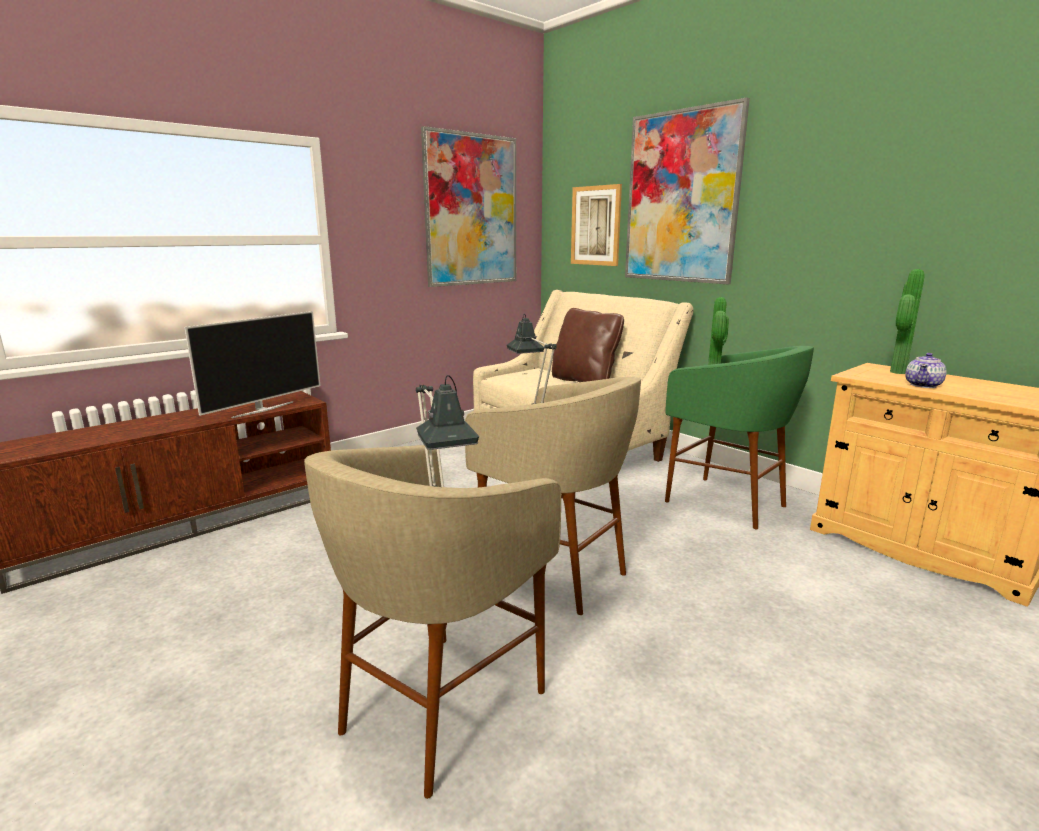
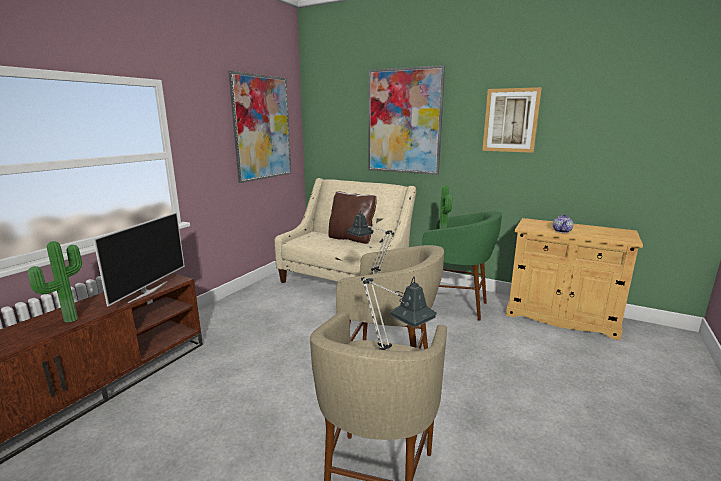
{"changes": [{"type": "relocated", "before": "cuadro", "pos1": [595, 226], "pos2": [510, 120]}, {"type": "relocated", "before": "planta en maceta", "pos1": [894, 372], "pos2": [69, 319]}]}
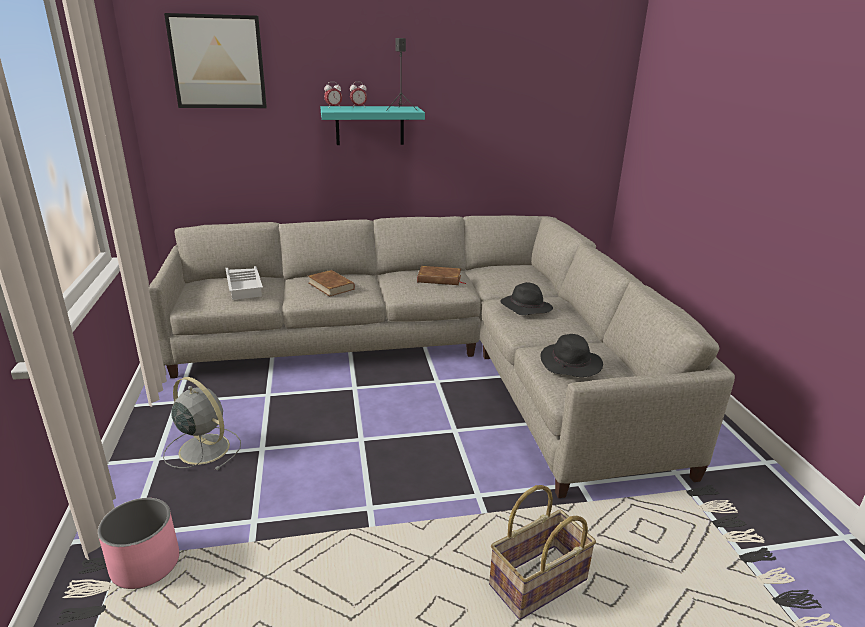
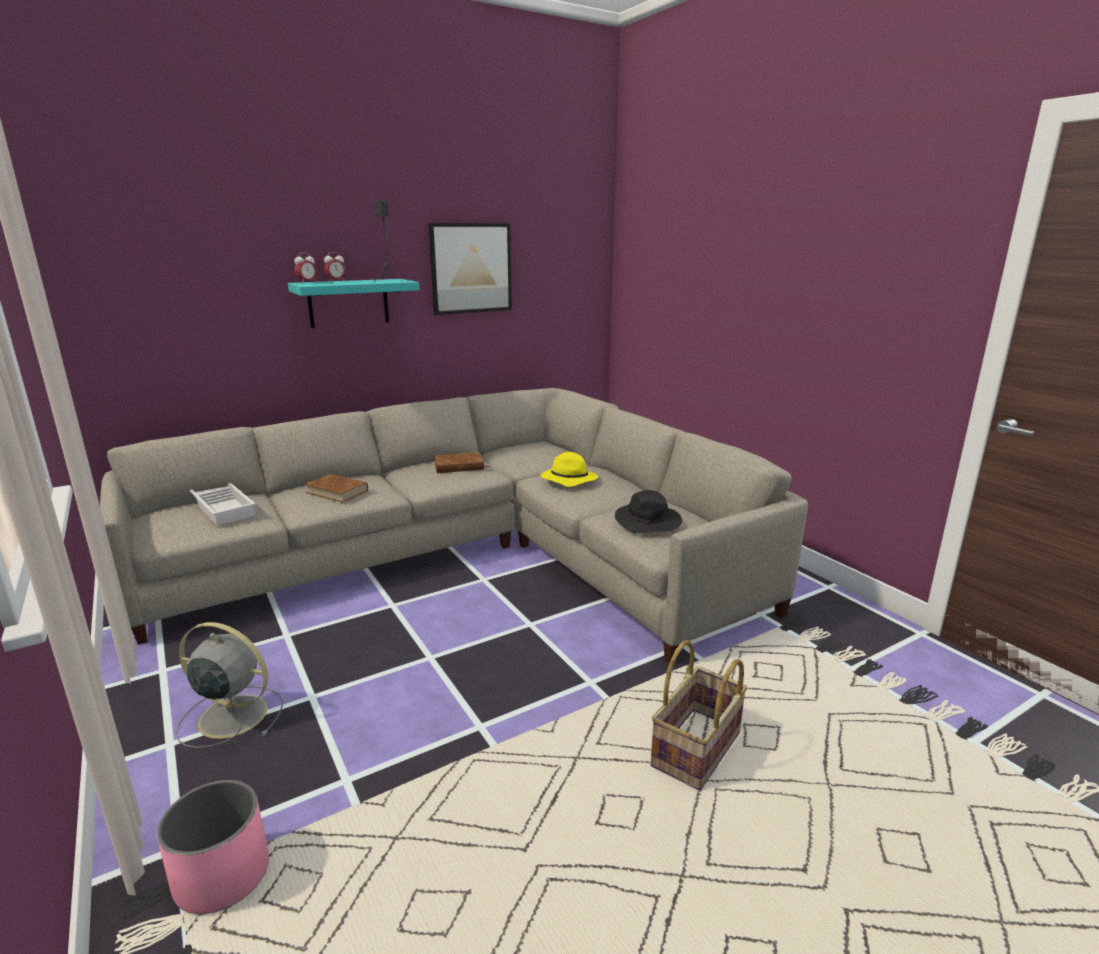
{"changes": [{"type": "relocated", "before": "cuadro", "pos1": [218, 62], "pos2": [471, 268]}, {"type": "colour", "before": "sombrero (negro)", "after": "sombrero (amarillo)", "pos1": [525, 308], "pos2": [568, 480]}]}
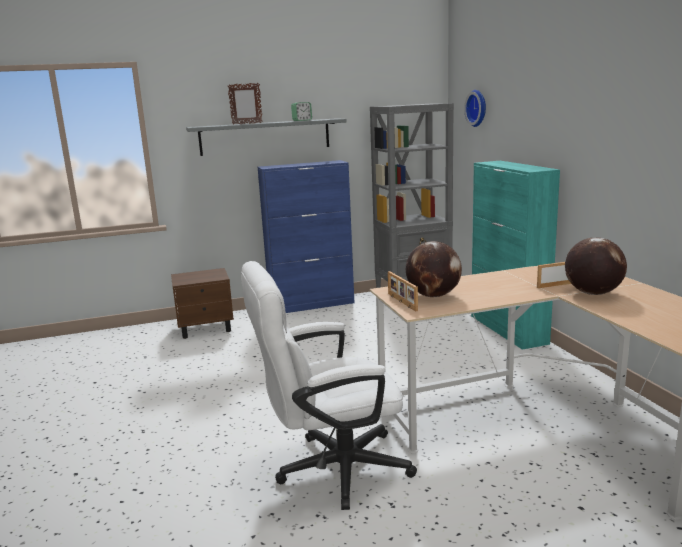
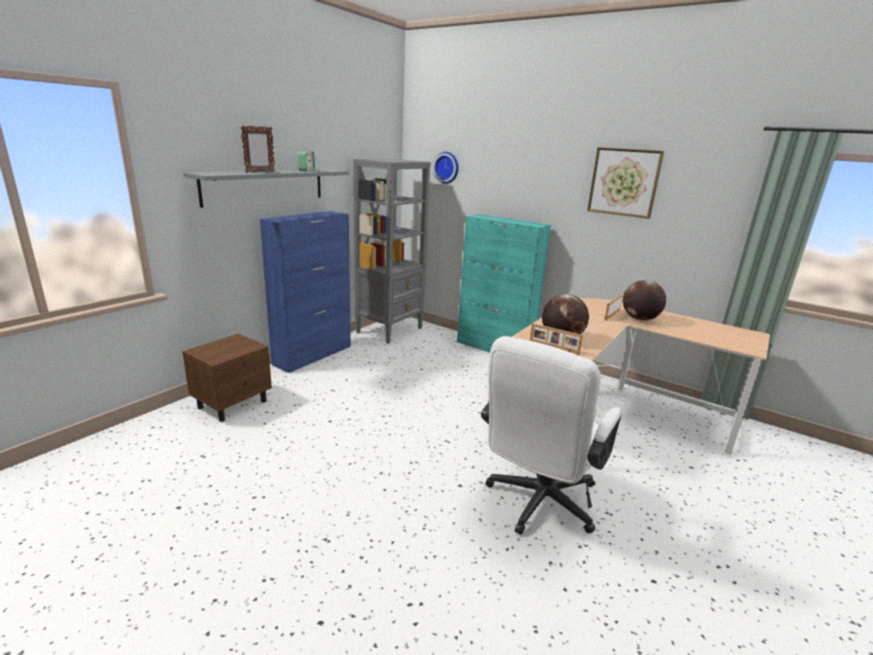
{"changes": [{"type": "appeared", "after": "cuadro", "pos2": [624, 182]}]}
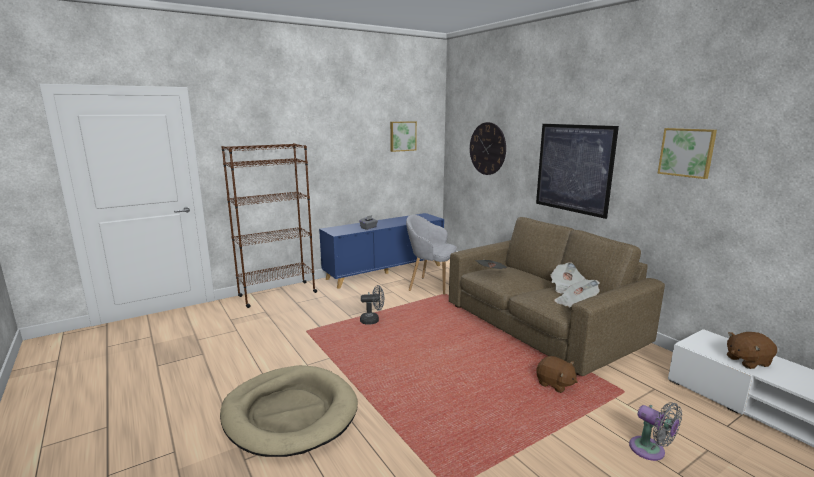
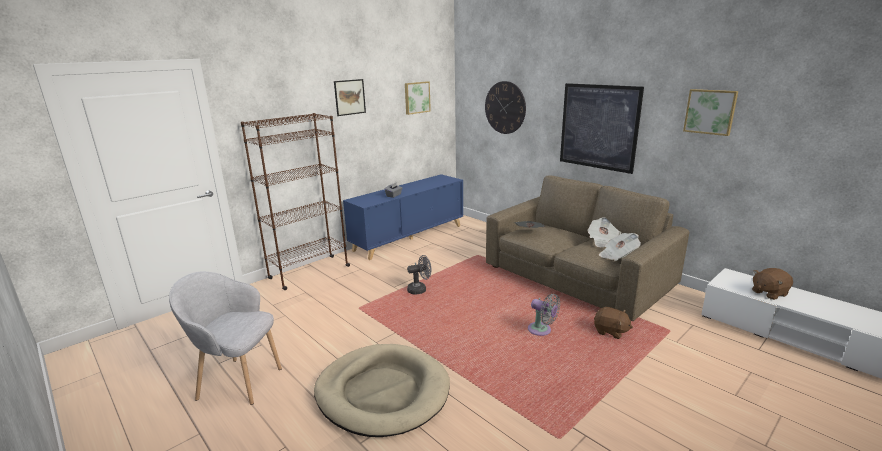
{"changes": [{"type": "relocated", "before": "sillón (gris)", "pos1": [430, 286], "pos2": [238, 381]}, {"type": "relocated", "before": "ventilador (gris)", "pos1": [650, 451], "pos2": [541, 330]}, {"type": "appeared", "after": "cuadro", "pos2": [349, 97]}]}
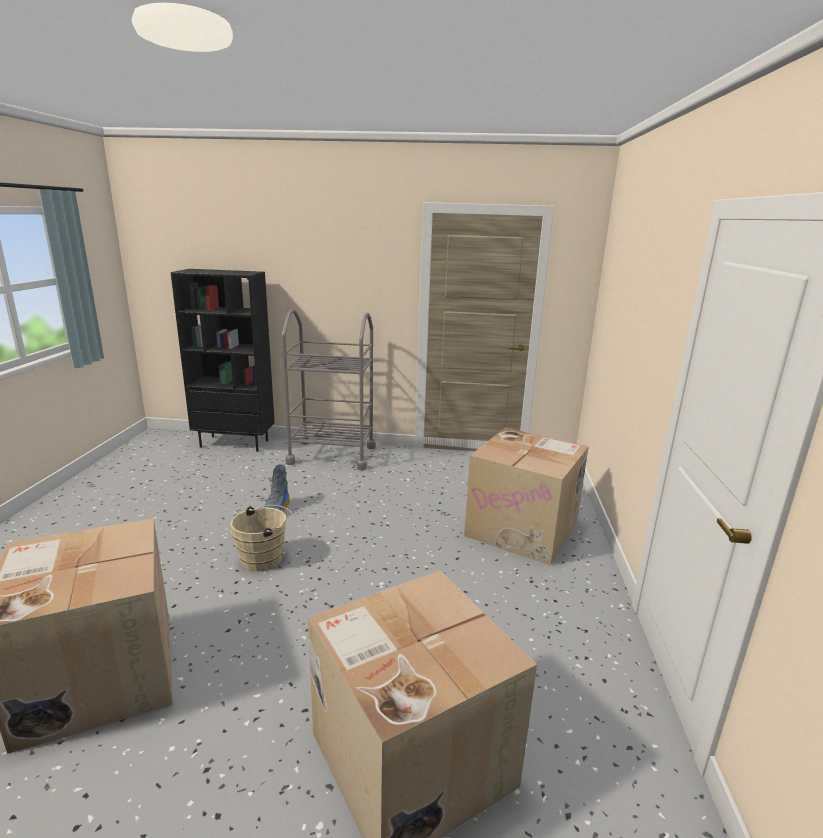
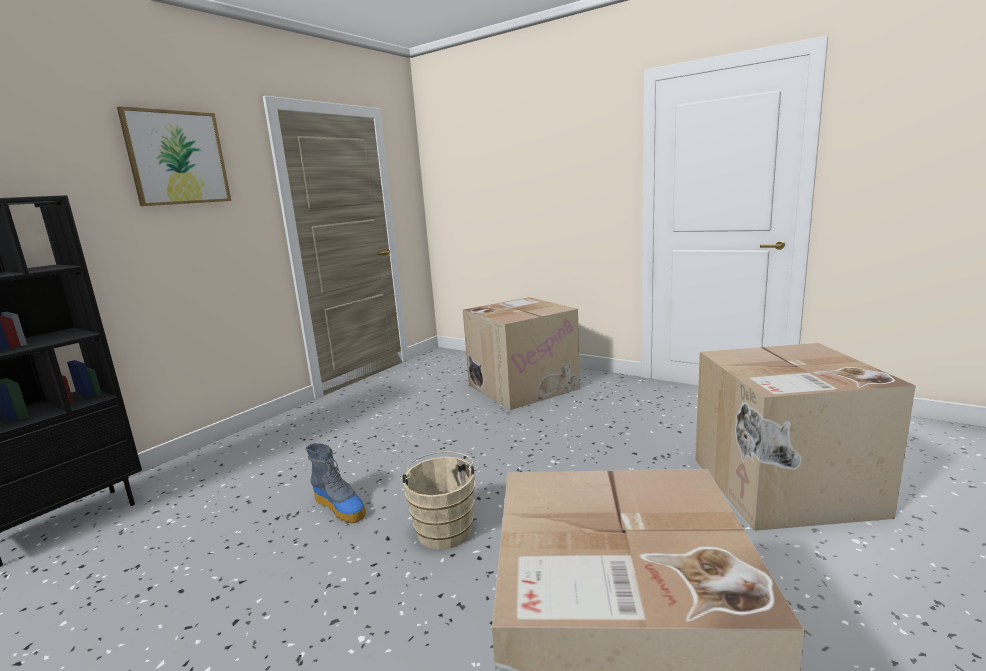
{"changes": [{"type": "missing", "before": "carrito (gris)", "pos1": [332, 455]}, {"type": "appeared", "after": "cuadro", "pos2": [177, 158]}]}
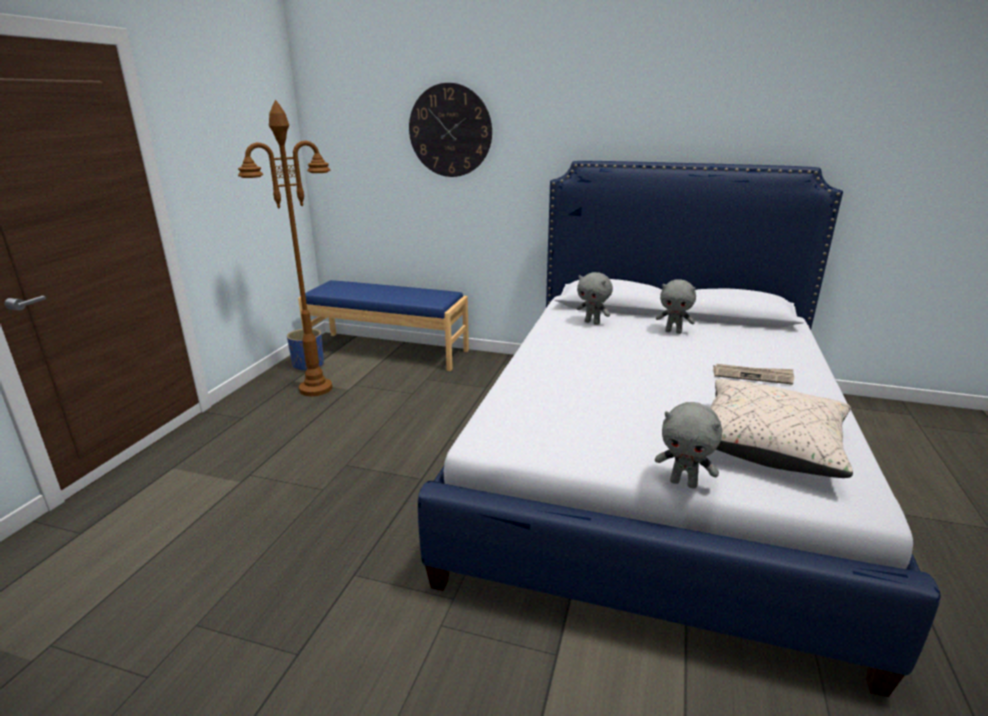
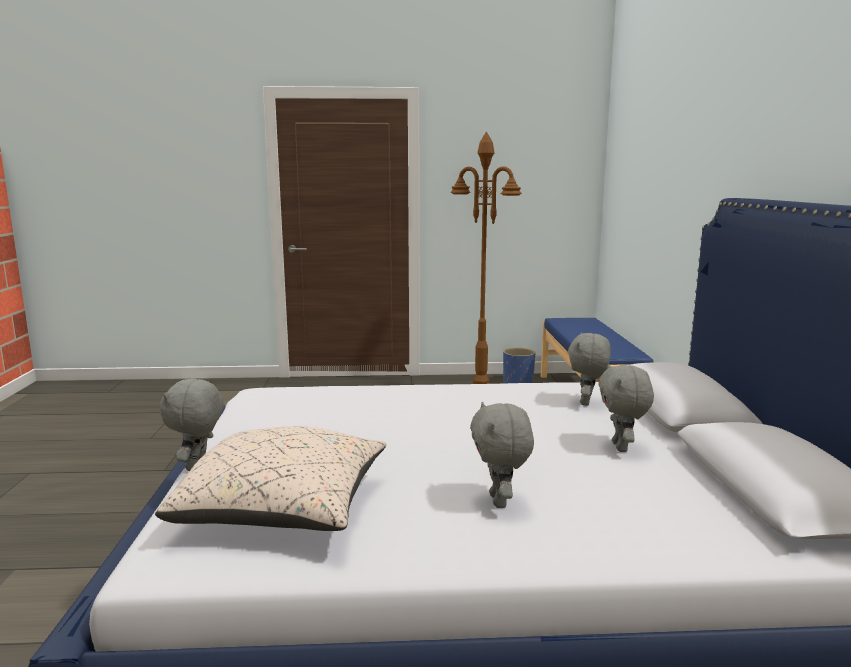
{"changes": [{"type": "missing", "before": "reloj de pared", "pos1": [450, 131]}, {"type": "exchanged", "before": "periódico", "after": "peluche (gris)", "pos1": [752, 375], "pos2": [500, 501]}]}
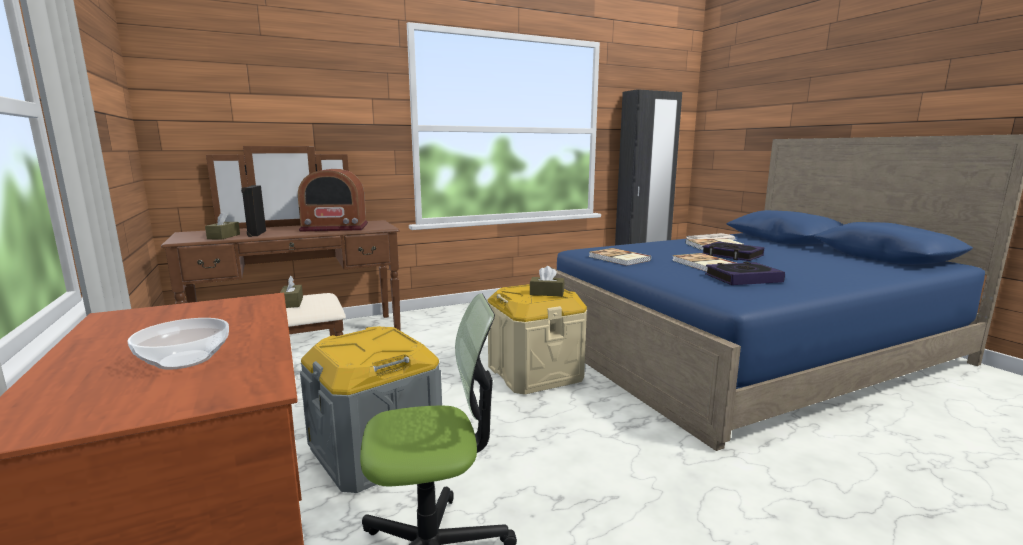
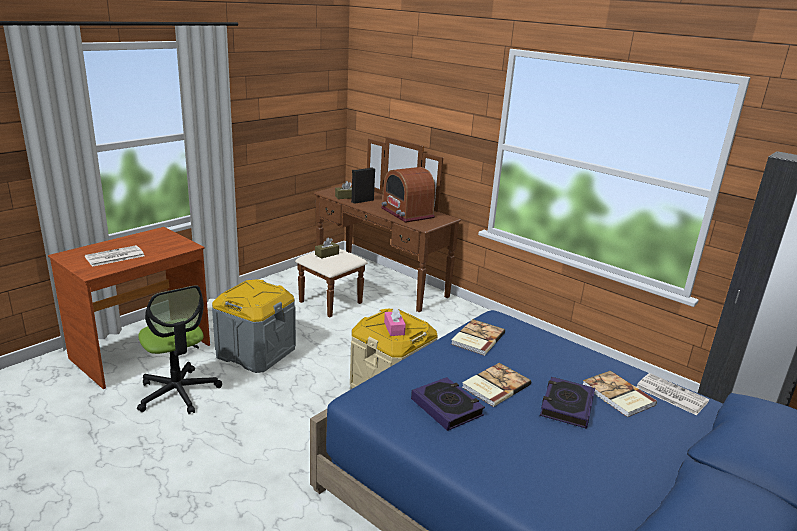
{"changes": [{"type": "exchanged", "before": "cuenco", "after": "periódico", "pos1": [185, 360], "pos2": [114, 257]}, {"type": "colour", "before": "caja de pañuelos (marrón)", "after": "caja de pañuelos (rosa)", "pos1": [547, 293], "pos2": [394, 328]}]}
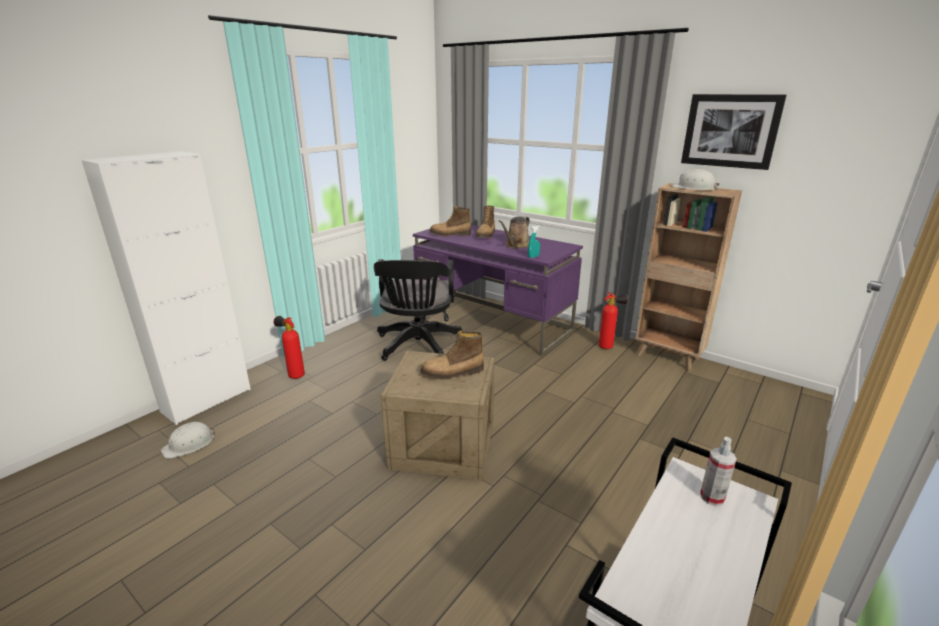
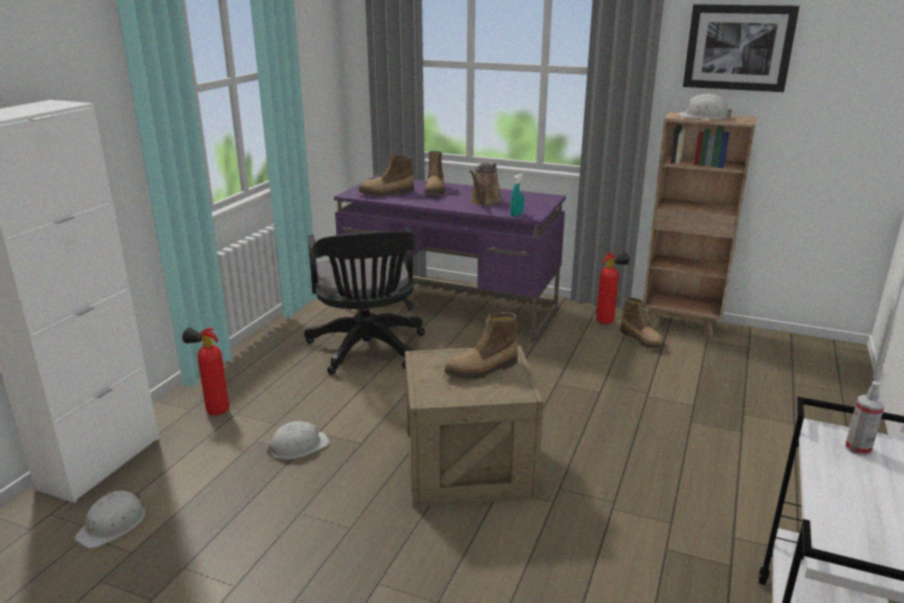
{"changes": [{"type": "appeared", "after": "casco (blanco)", "pos2": [298, 446]}, {"type": "appeared", "after": "bota", "pos2": [642, 340]}]}
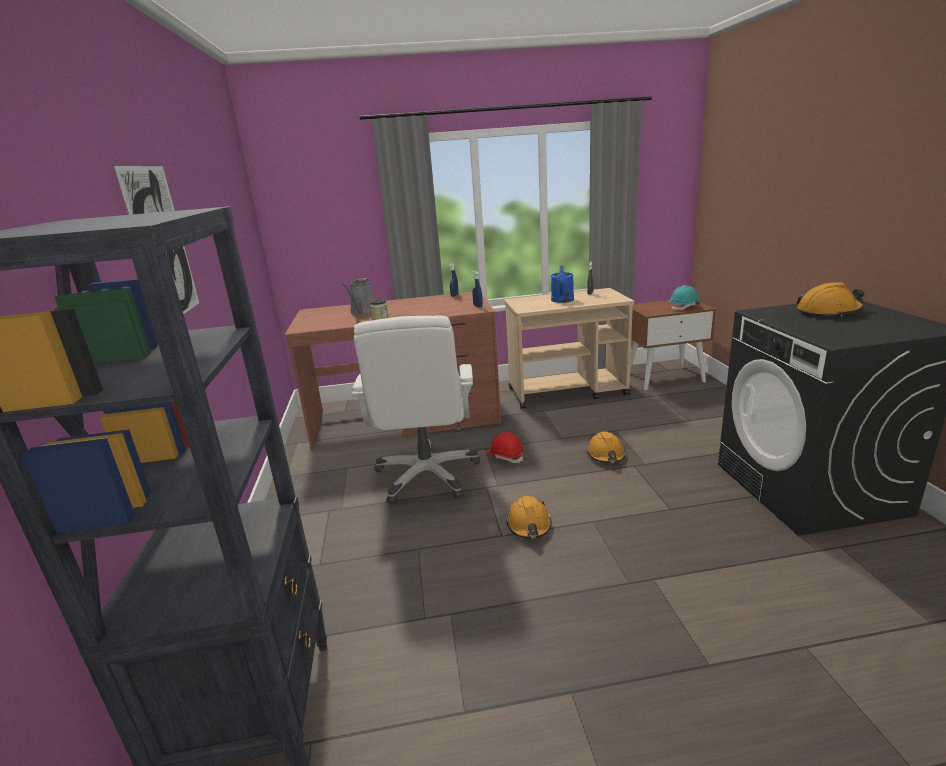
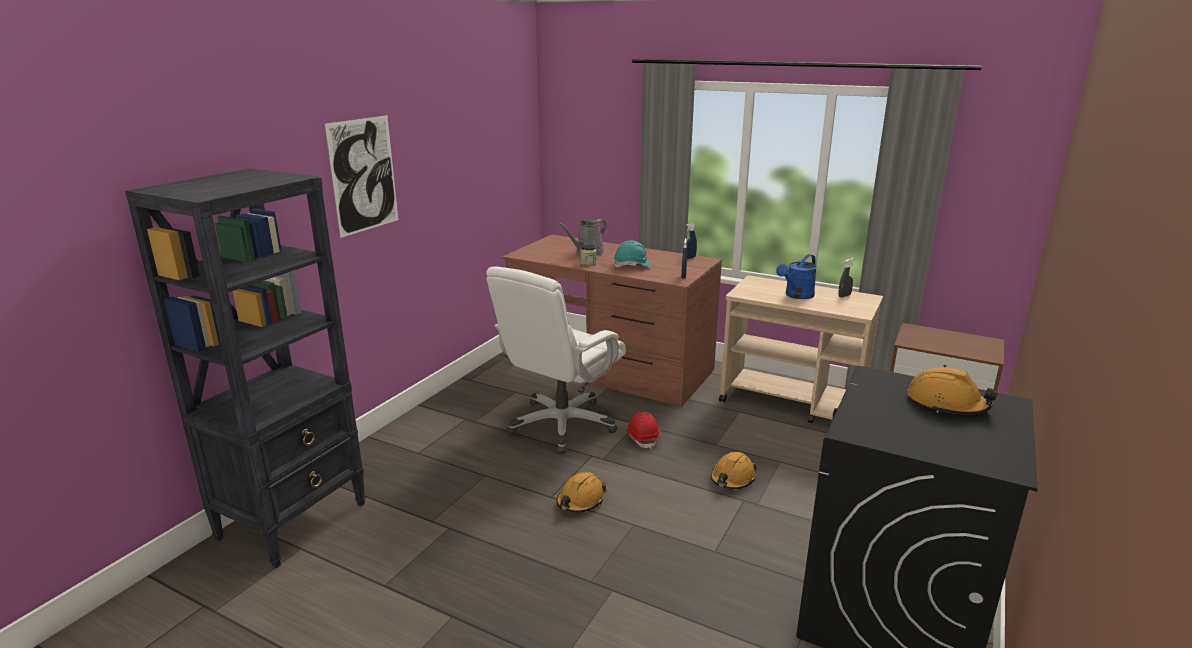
{"changes": [{"type": "relocated", "before": "casco (turquesa)", "pos1": [684, 307], "pos2": [632, 266]}]}
